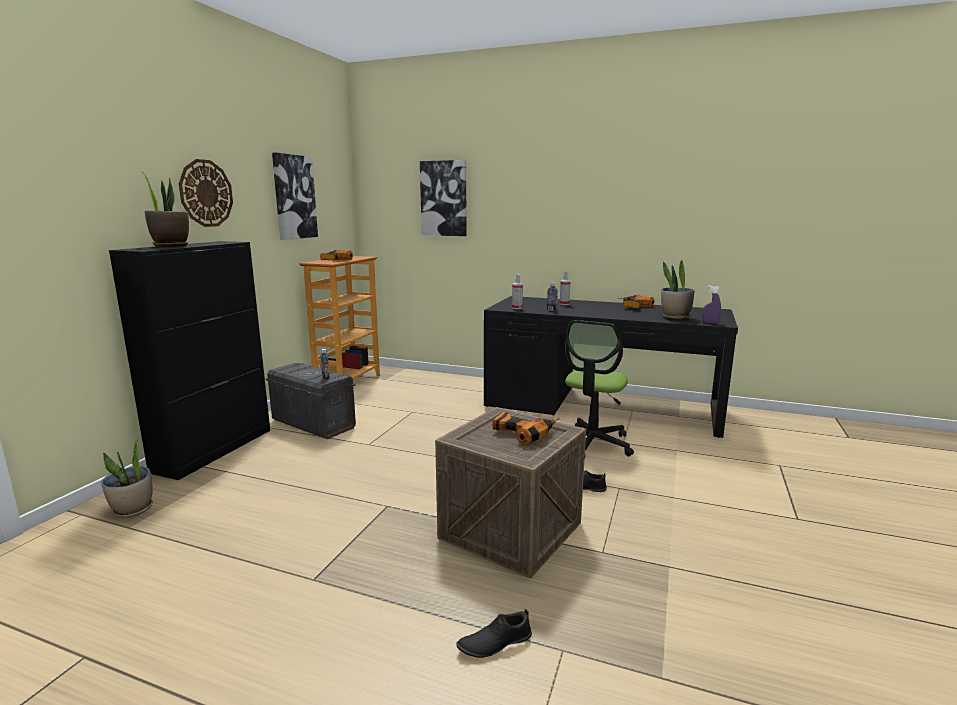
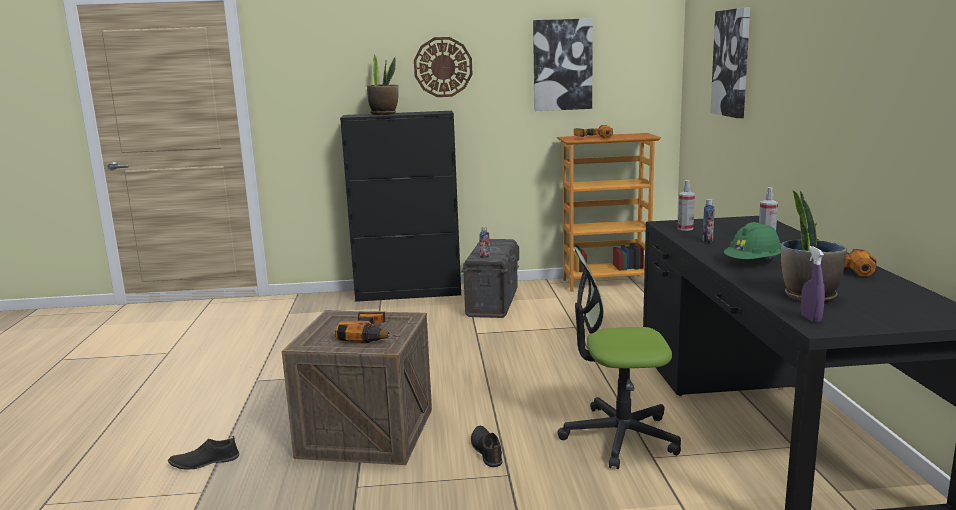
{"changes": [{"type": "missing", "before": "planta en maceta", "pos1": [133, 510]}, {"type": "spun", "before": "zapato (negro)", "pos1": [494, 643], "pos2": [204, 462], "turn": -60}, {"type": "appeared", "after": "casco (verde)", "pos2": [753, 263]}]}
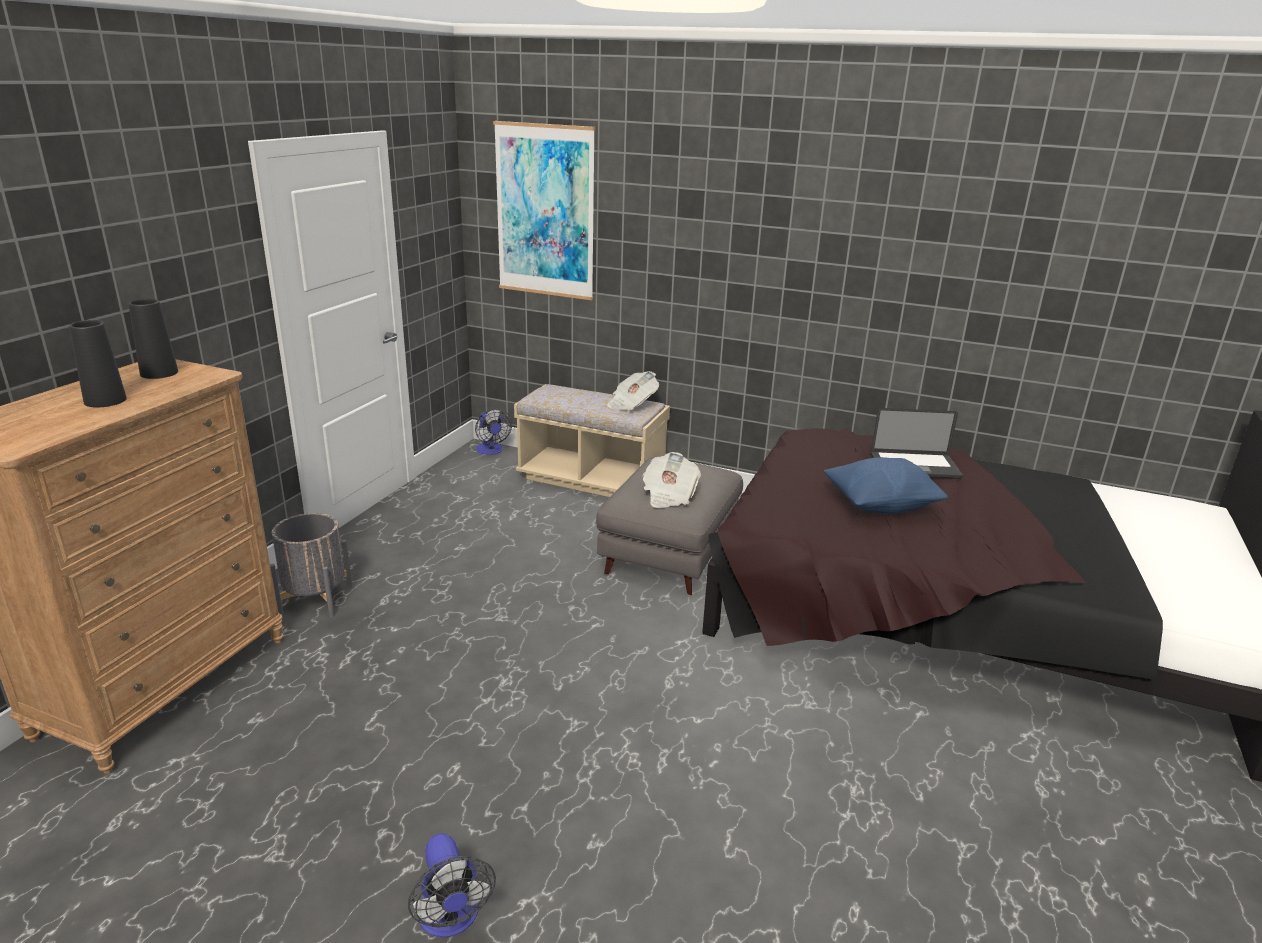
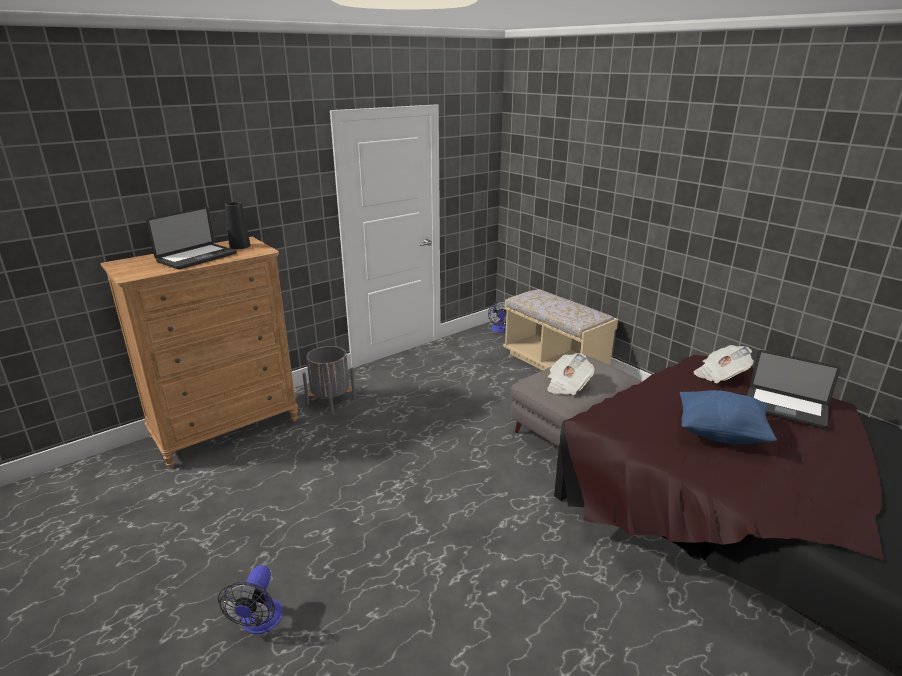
{"changes": [{"type": "exchanged", "before": "florero (negro)", "after": "portátil", "pos1": [105, 400], "pos2": [197, 258]}, {"type": "missing", "before": "cuadro", "pos1": [545, 211]}, {"type": "relocated", "before": "periódico", "pos1": [631, 404], "pos2": [720, 375]}]}
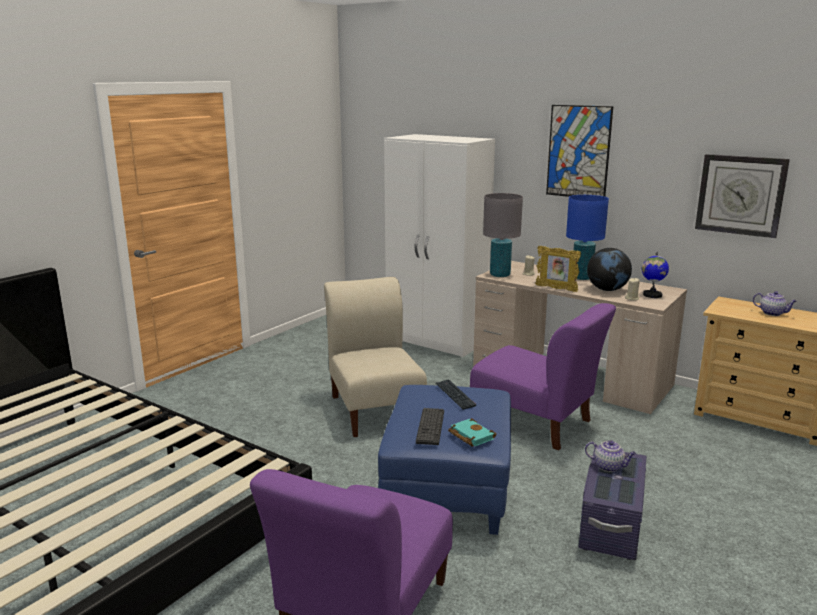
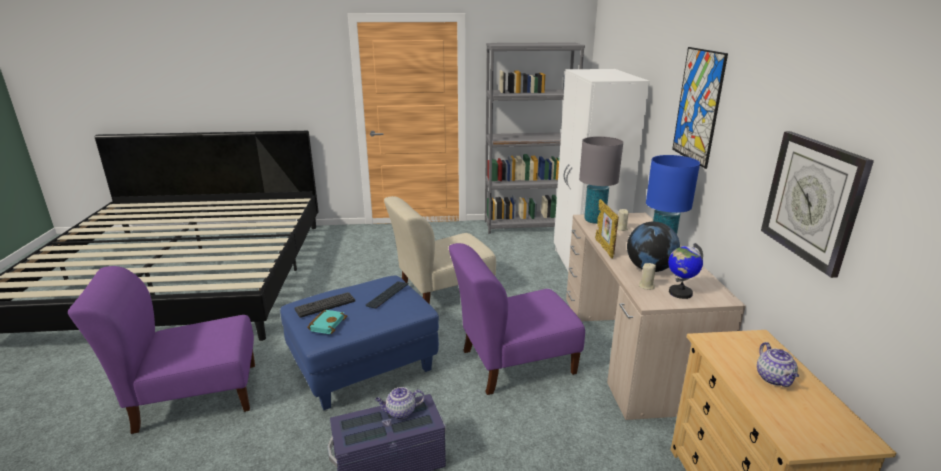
{"changes": [{"type": "spun", "before": "silla (beis)", "pos1": [375, 409], "pos2": [441, 293], "turn": -150}, {"type": "spun", "before": "silla (morado)", "pos1": [535, 423], "pos2": [513, 363], "turn": 75}, {"type": "spun", "before": "tetera", "pos1": [609, 466], "pos2": [400, 412], "turn": 90}, {"type": "appeared", "after": "estantería (gris)", "pos2": [526, 226]}]}
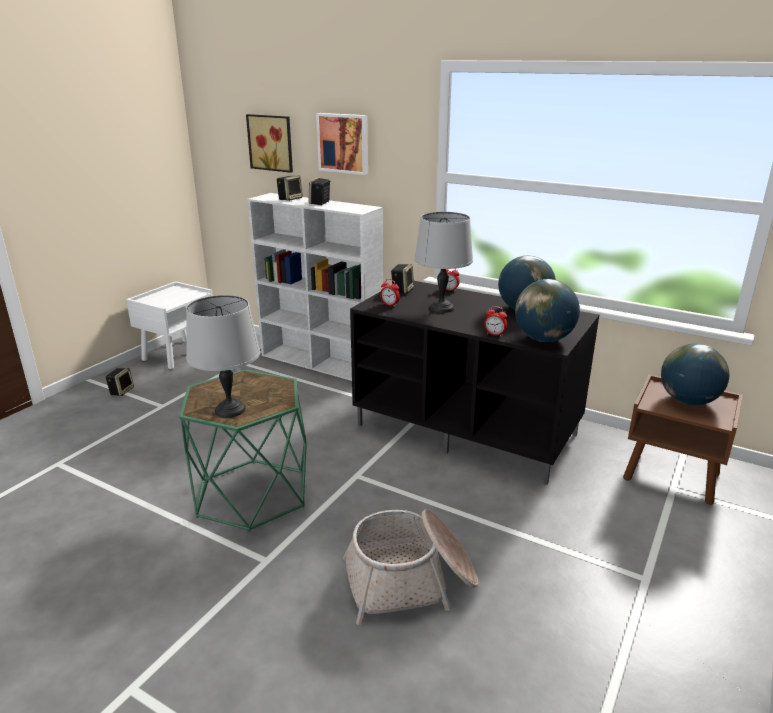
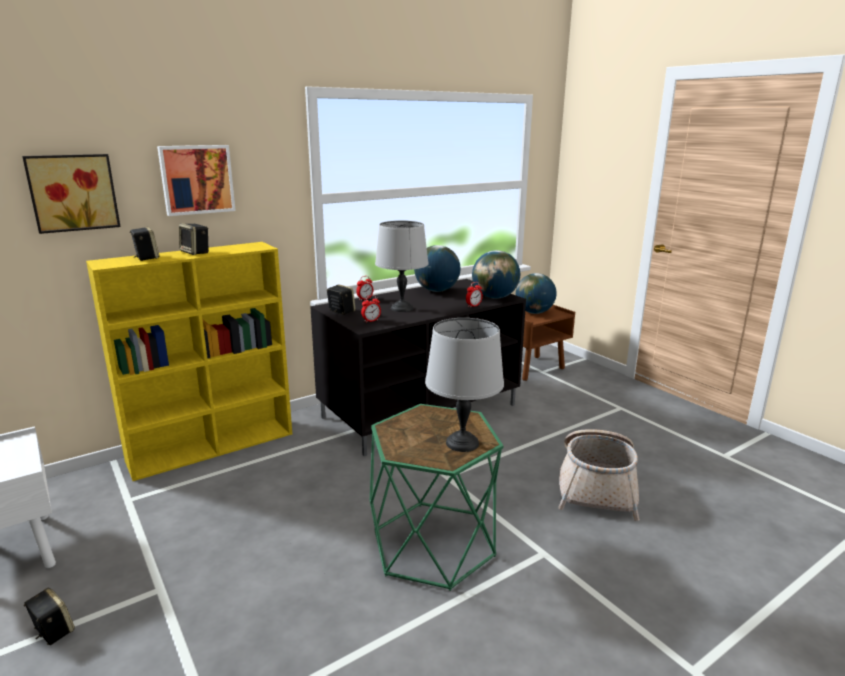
{"changes": [{"type": "colour", "before": "estantería (blanco)", "after": "estantería (amarillo)", "pos1": [322, 363], "pos2": [213, 446]}]}
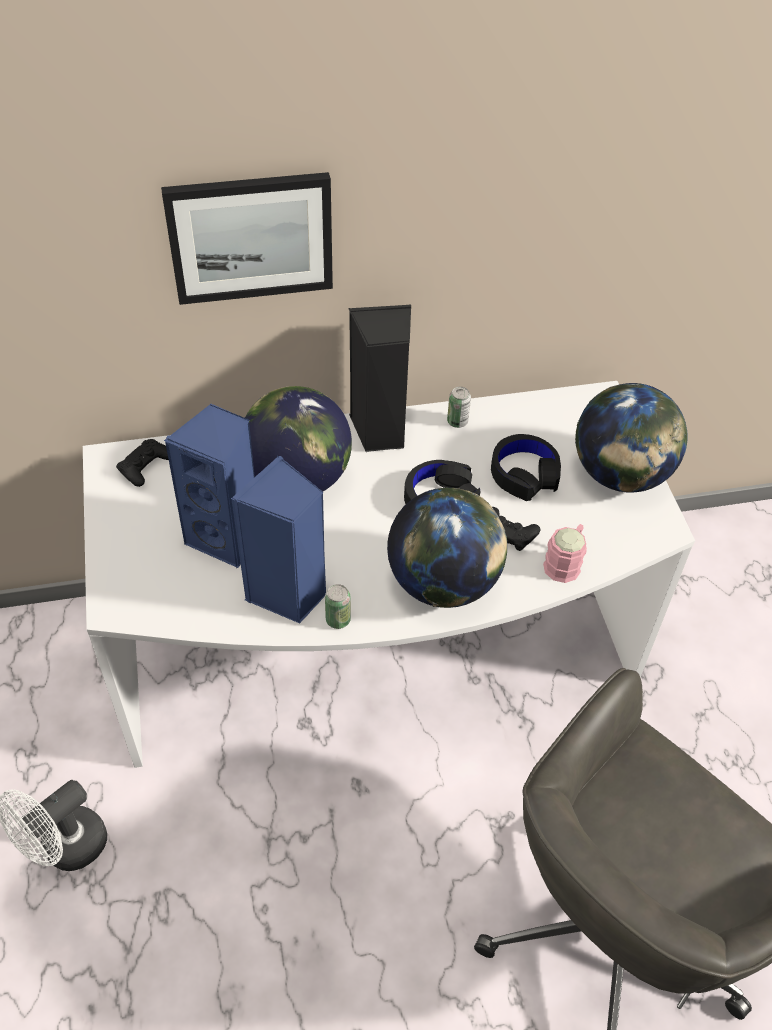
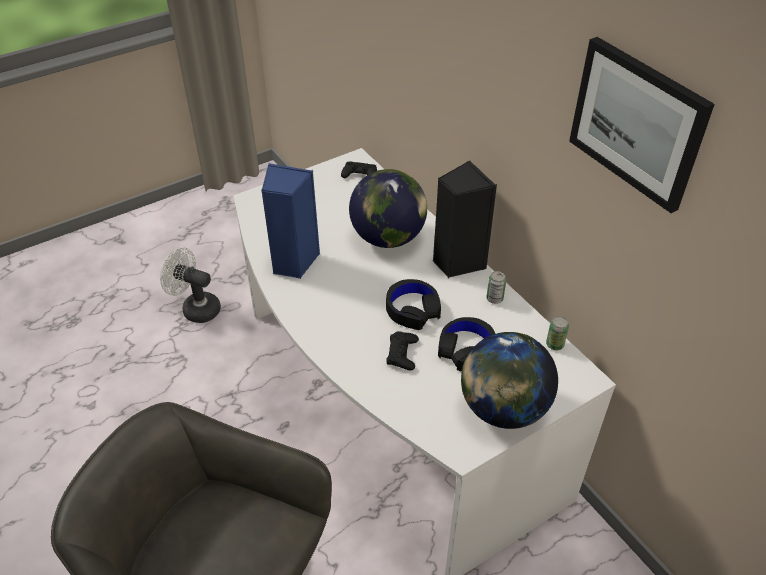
{"changes": [{"type": "relocated", "before": "cuadro", "pos1": [251, 237], "pos2": [637, 123]}, {"type": "missing", "before": "altavoz (azul)", "pos1": [227, 537]}, {"type": "relocated", "before": "lata", "pos1": [338, 620], "pos2": [554, 344]}, {"type": "missing", "before": "globo terráqueo", "pos1": [443, 583]}, {"type": "missing", "before": "taza grande (rosa)", "pos1": [565, 562]}]}
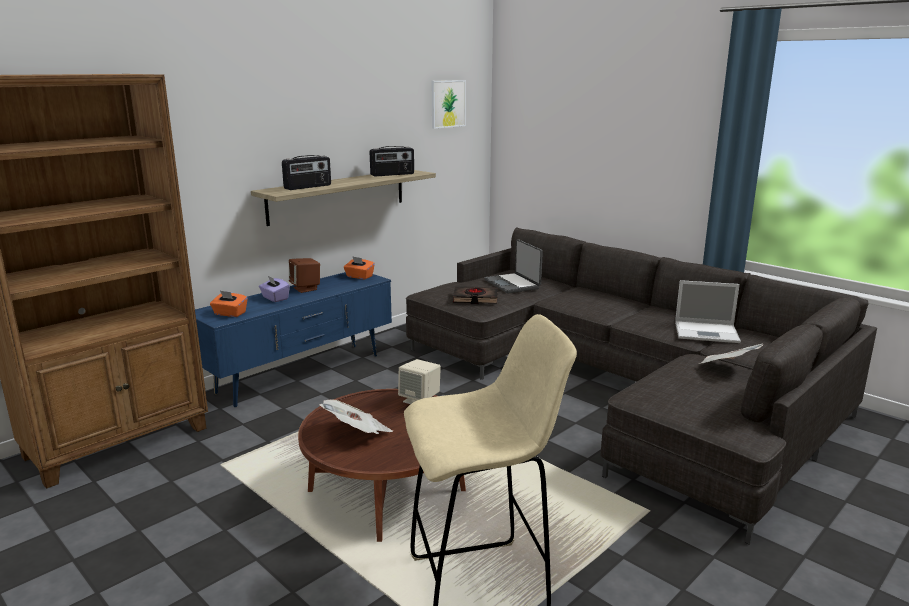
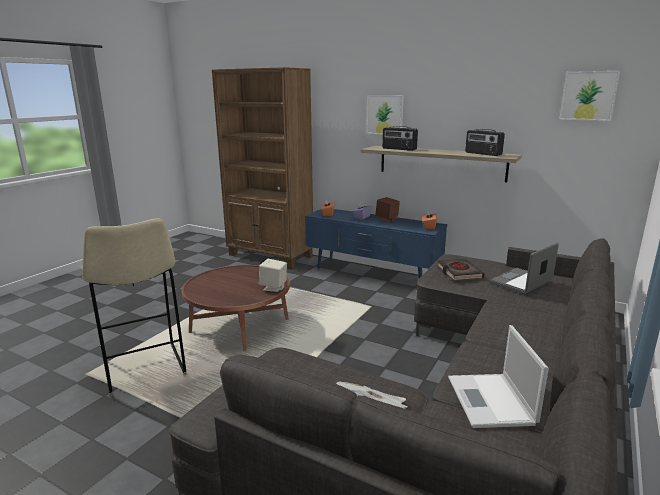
{"changes": [{"type": "missing", "before": "periódico", "pos1": [357, 433]}, {"type": "appeared", "after": "cuadro", "pos2": [384, 115]}]}
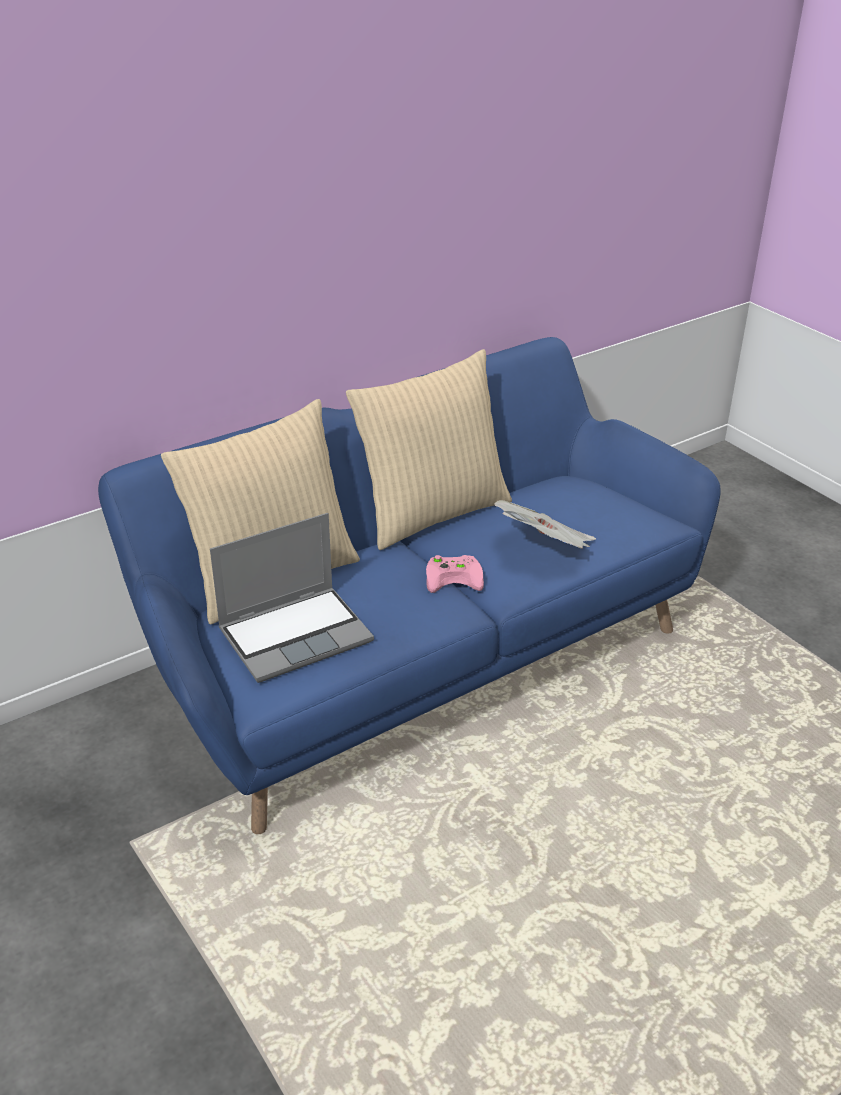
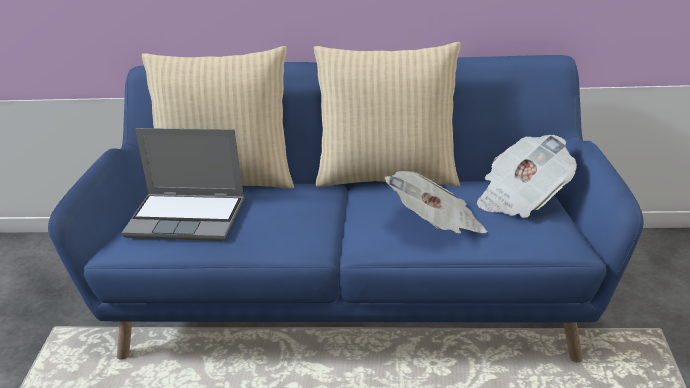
{"changes": [{"type": "missing", "before": "mando de consola (rosa)", "pos1": [455, 576]}, {"type": "appeared", "after": "periódico", "pos2": [522, 198]}]}
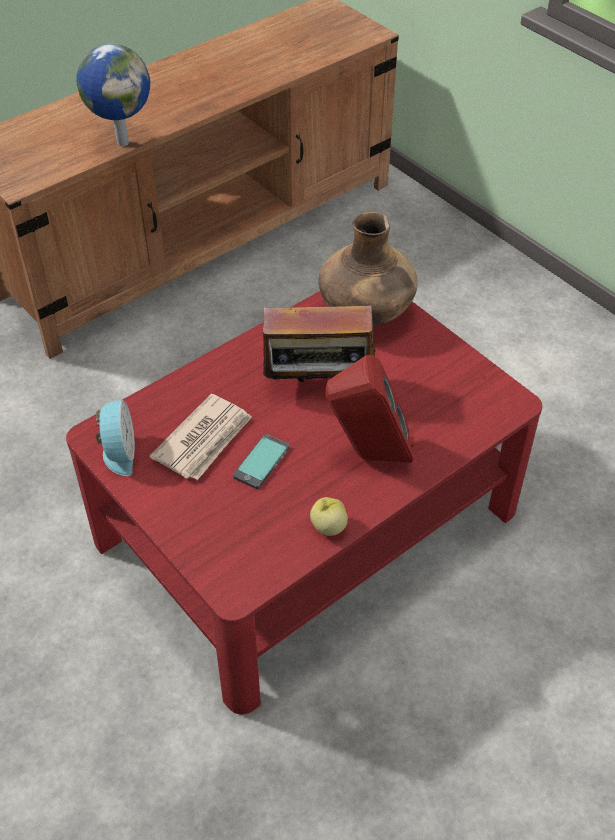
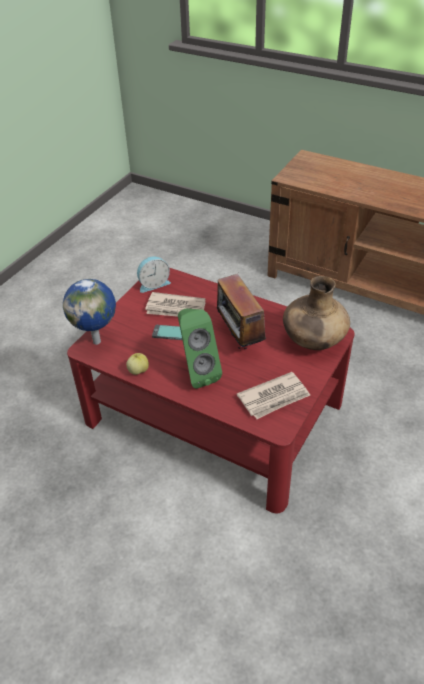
{"changes": [{"type": "relocated", "before": "globo terráqueo", "pos1": [122, 142], "pos2": [97, 341]}, {"type": "colour", "before": "altavoz (rojo)", "after": "altavoz (verde)", "pos1": [368, 455], "pos2": [197, 373]}, {"type": "appeared", "after": "periódico", "pos2": [274, 397]}]}
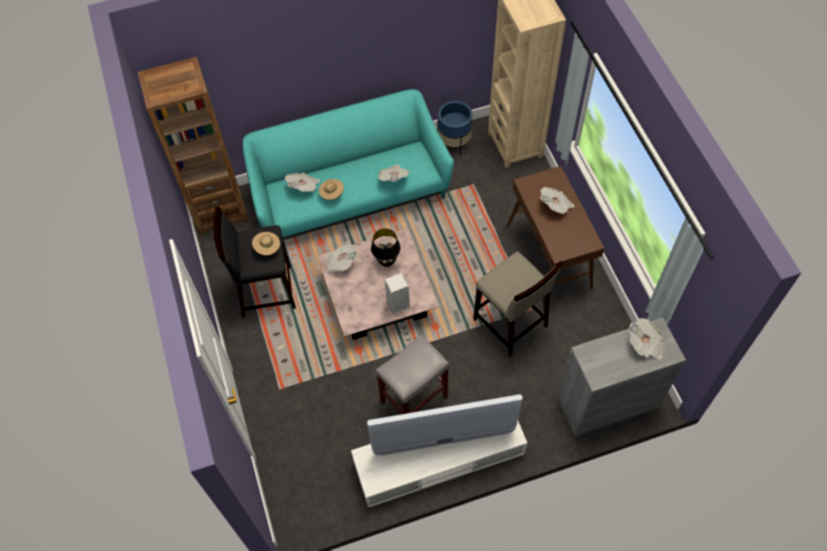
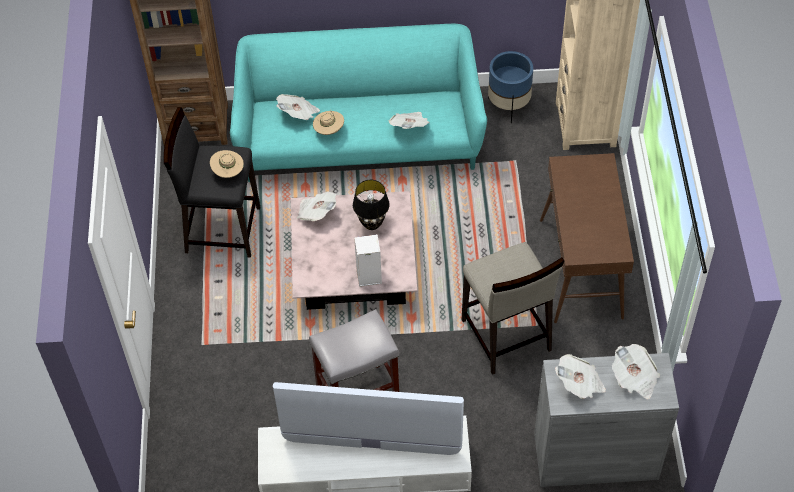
{"changes": [{"type": "relocated", "before": "periódico", "pos1": [556, 206], "pos2": [579, 384]}]}
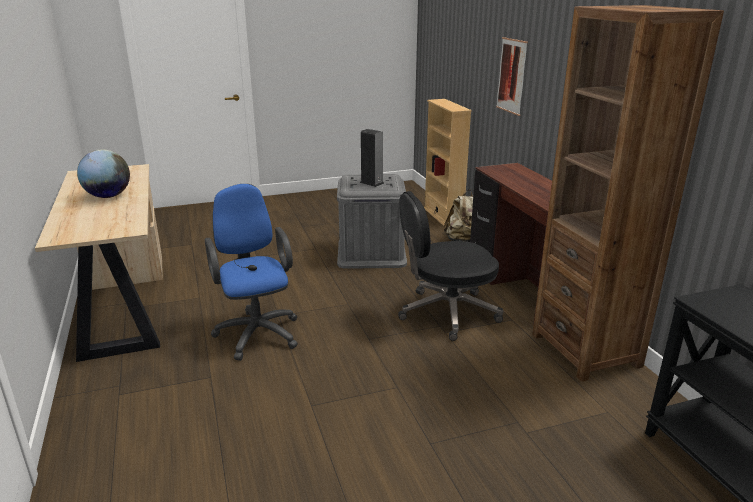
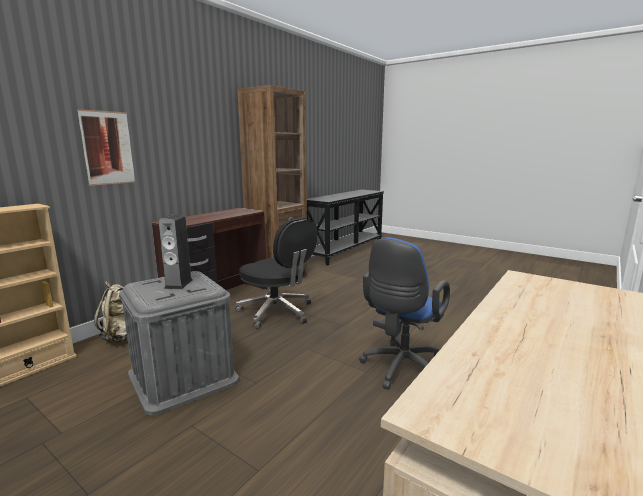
{"changes": [{"type": "missing", "before": "globo terráqueo", "pos1": [108, 196]}]}
